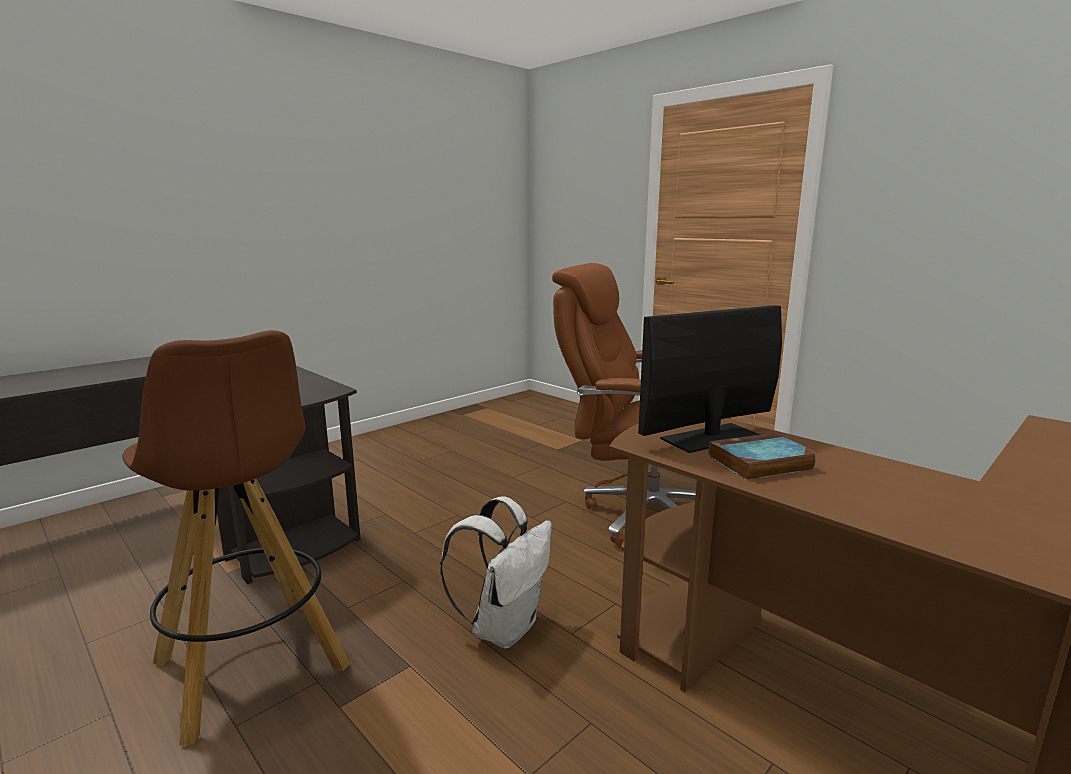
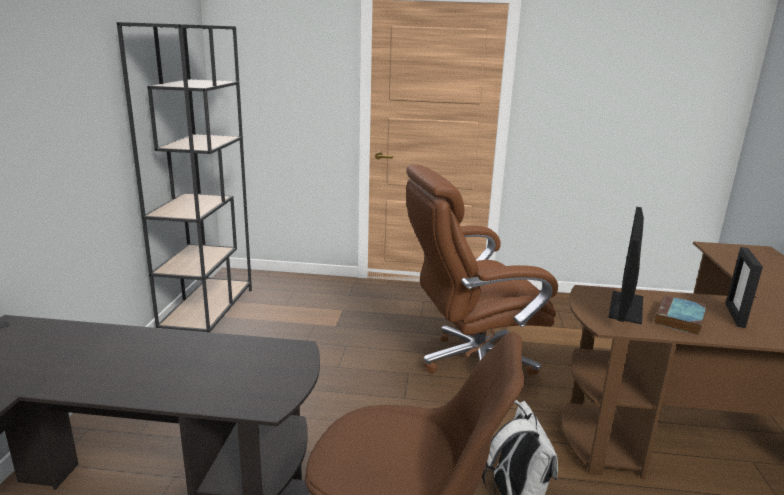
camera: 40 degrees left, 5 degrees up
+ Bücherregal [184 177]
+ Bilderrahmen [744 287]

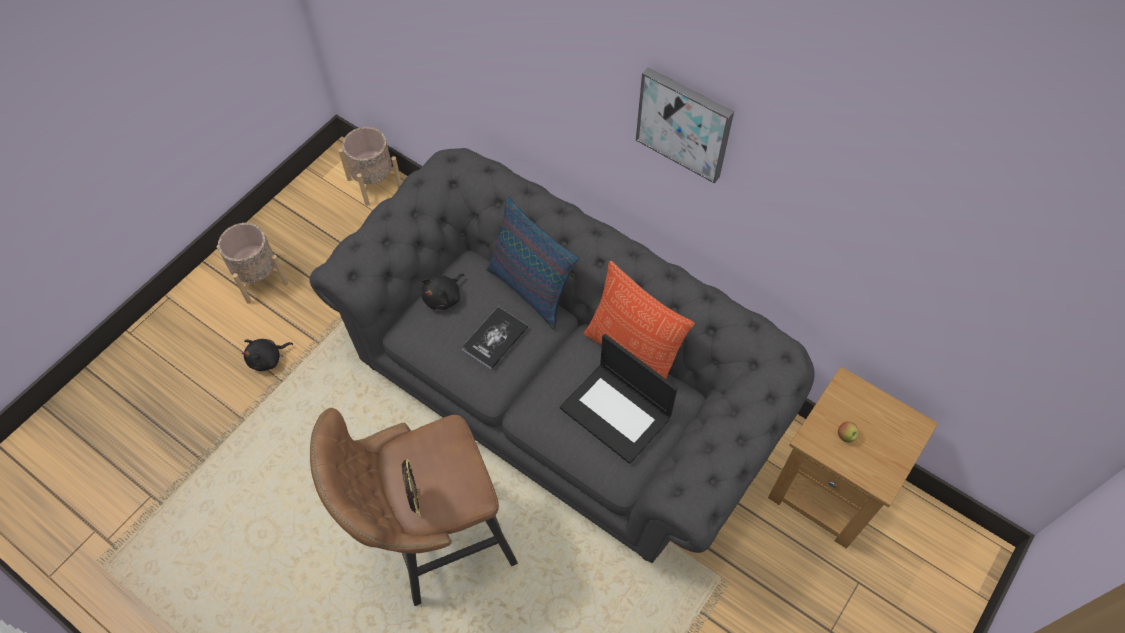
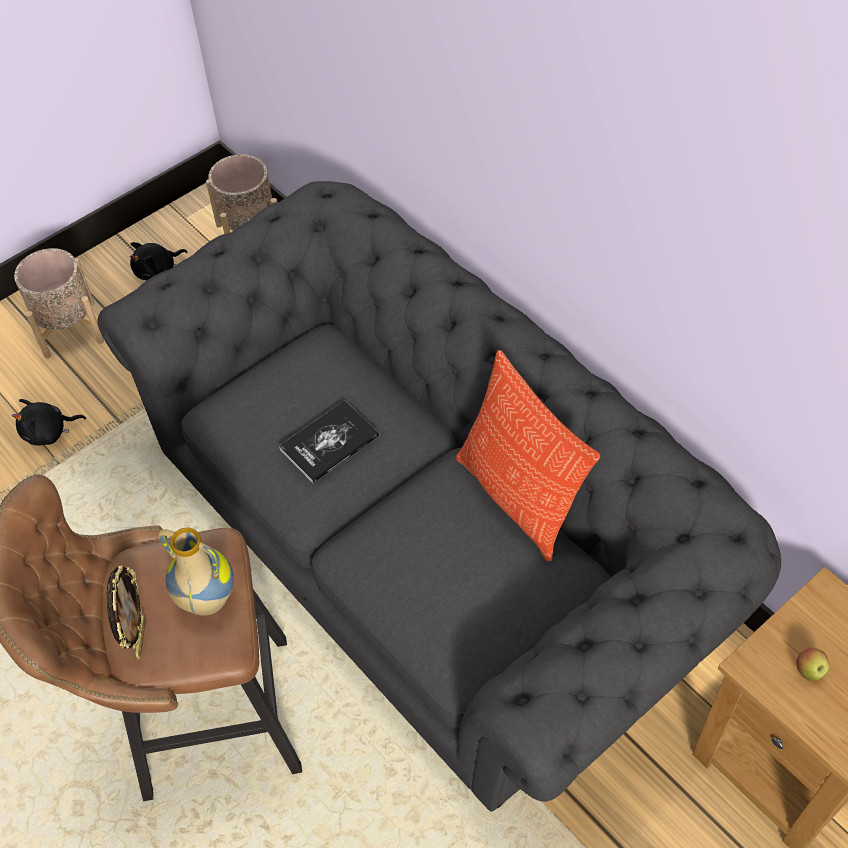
camera: 15 degrees right, 5 degrees down
- Bild [685 125]
- Kissen (blau) [532 262]
~ Plüschtier (schwarz) [442 291] to [158 261]
- Laptop [618 399]
+ Vase [196 572]

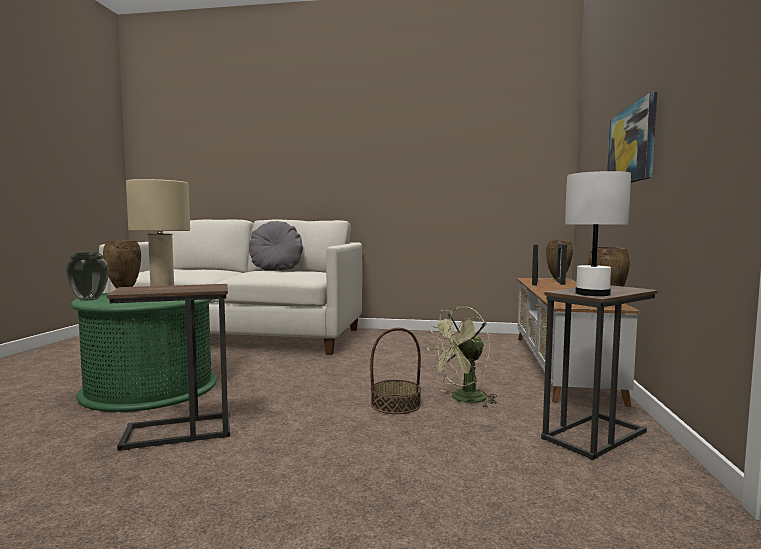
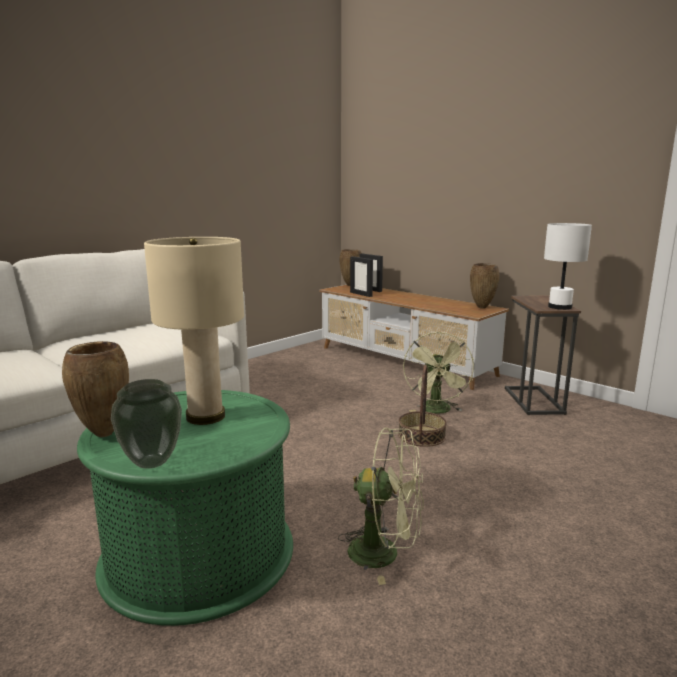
camera: 55 degrees left, 10 degrees up
- Bild [632 137]
- Kissen (grau) [276 246]
~ Beistelltisch (braun) [168 367] to Ventilator (grün) [381 506]

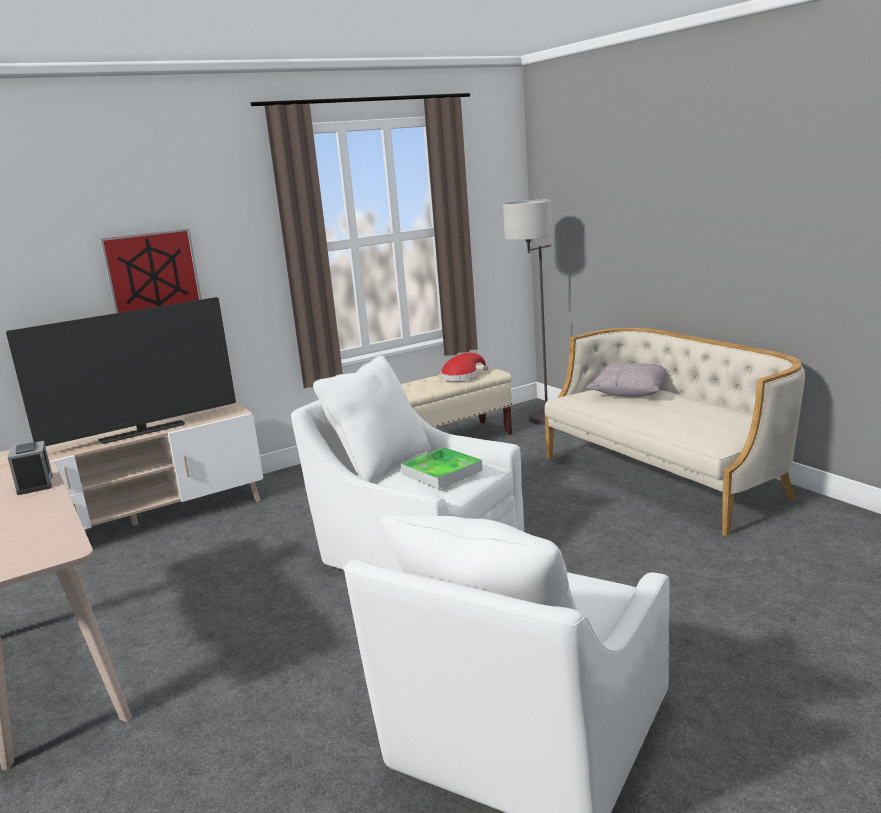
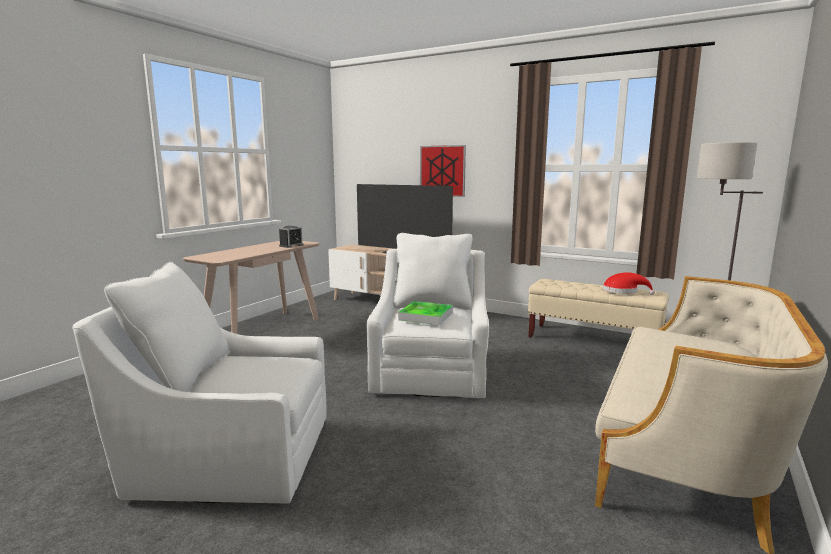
camera: 60 degrees right, 5 degrees down
- Kissen (lila) [627 380]

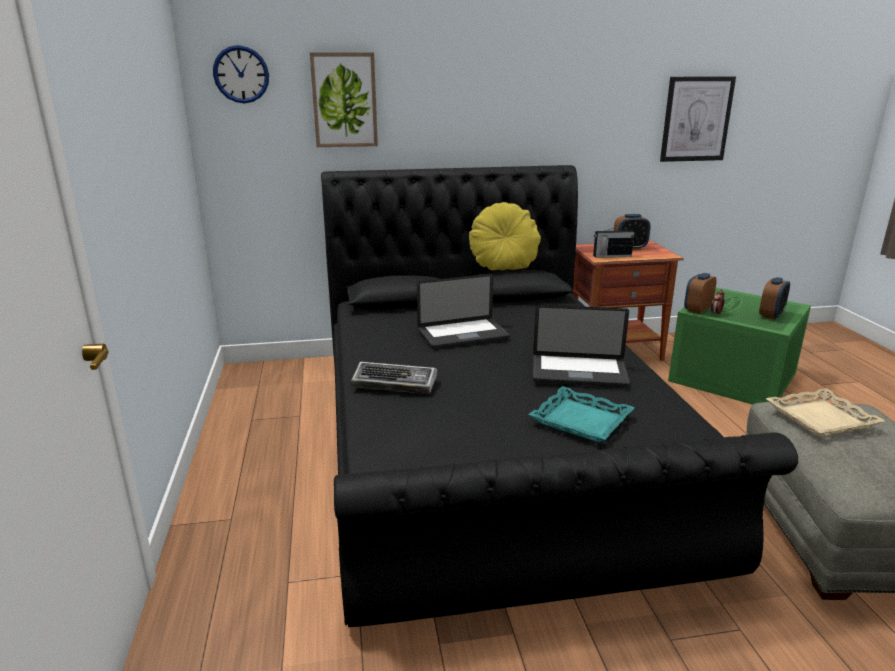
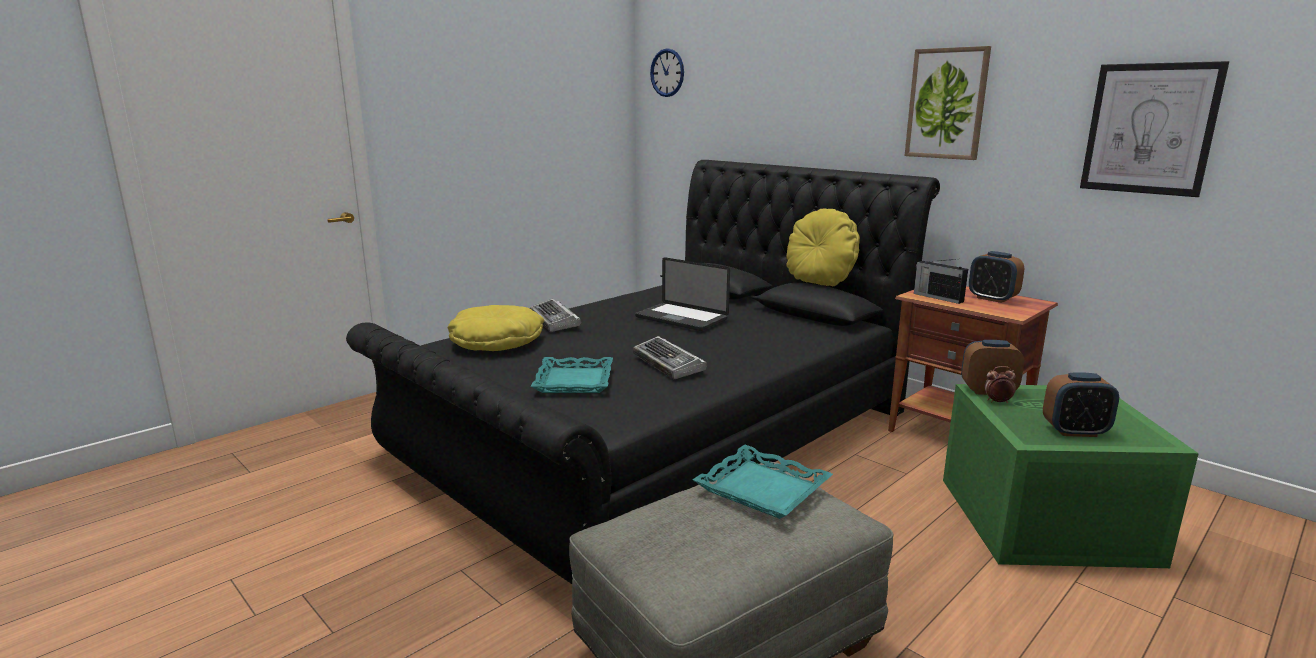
camera: 55 degrees right, 5 degrees down
~ Bild [344 99] to [948 103]
~ Laptop [581 346] to Tastatur [670 357]
~ Tablett (beige) [825 412] to Tablett (türkis) [762 482]
+ Kissen (gelb) [496 328]

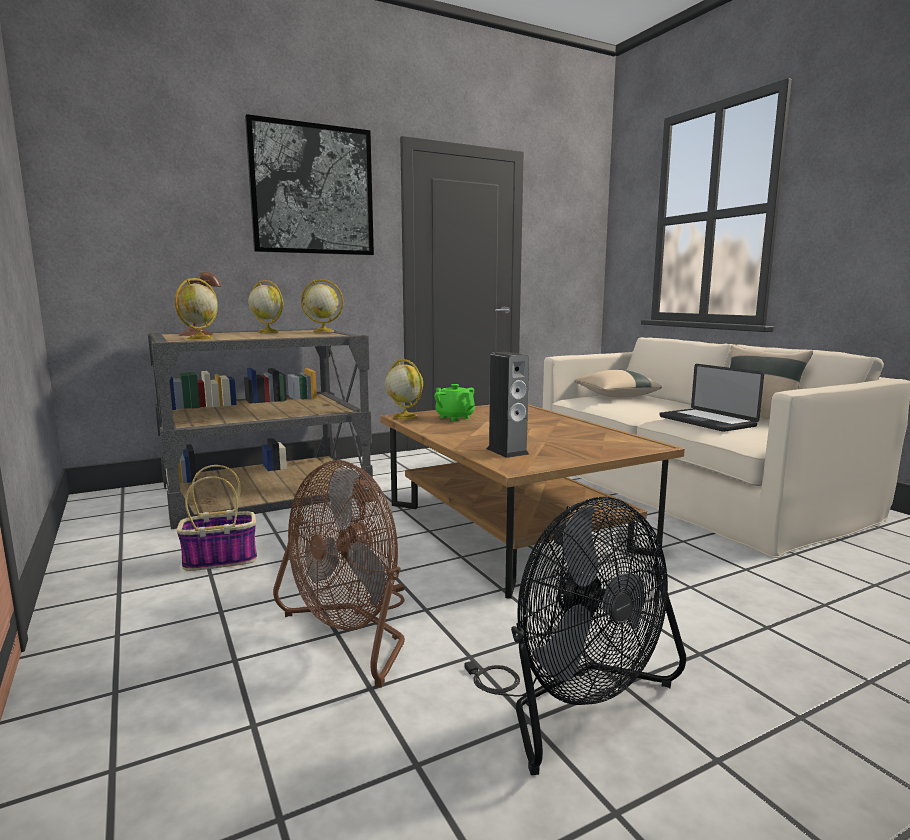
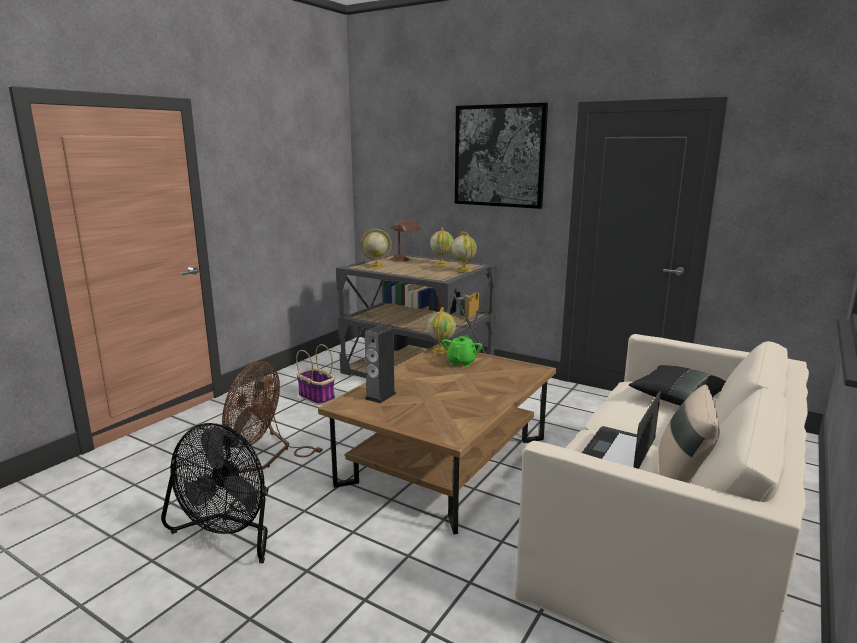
camera: 60 degrees right, 5 degrees up
~ Kissen (beige) [618 384] to Kissen (schwarz) [677 385]

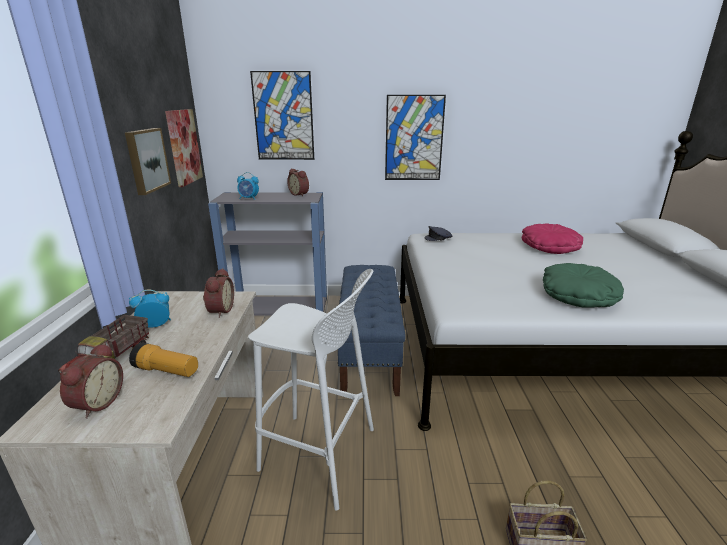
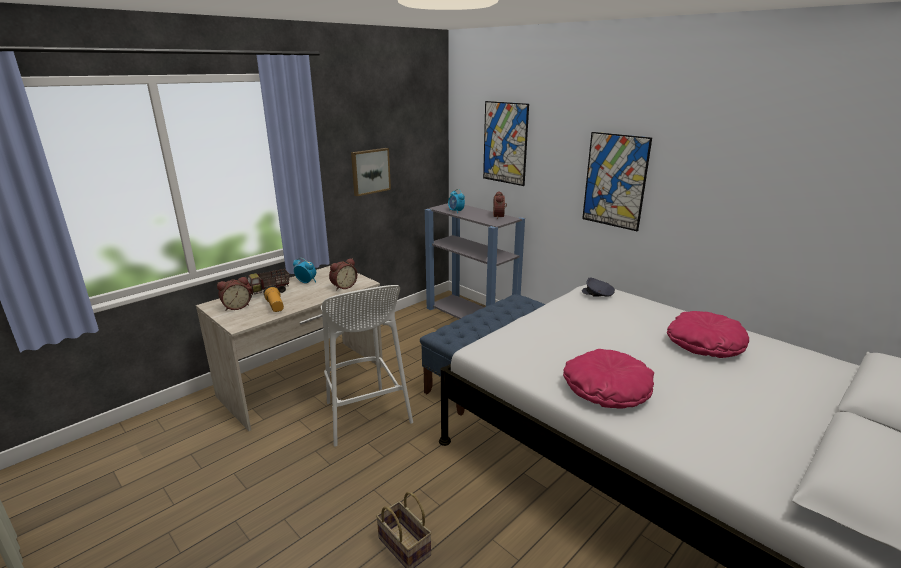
camera: 45 degrees right, 0 degrees up
- Bild [184 148]
~ Kissen (grün) [583 285] to Kissen (rosa) [608 379]

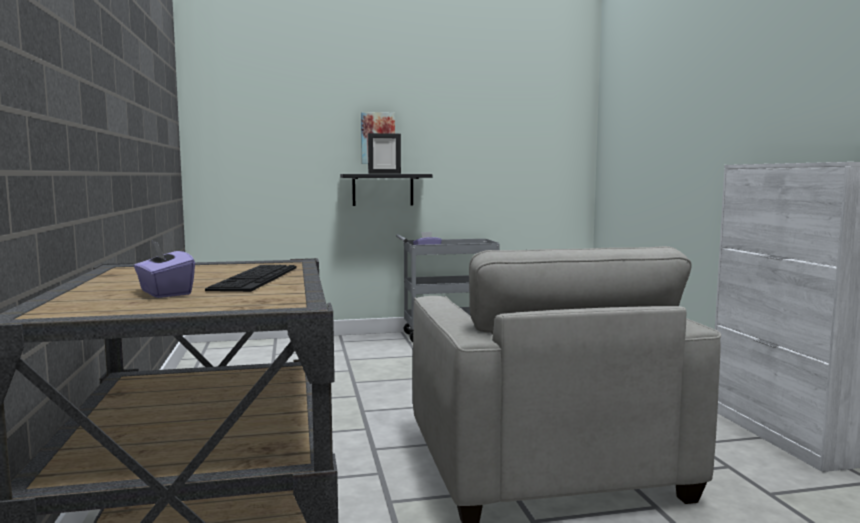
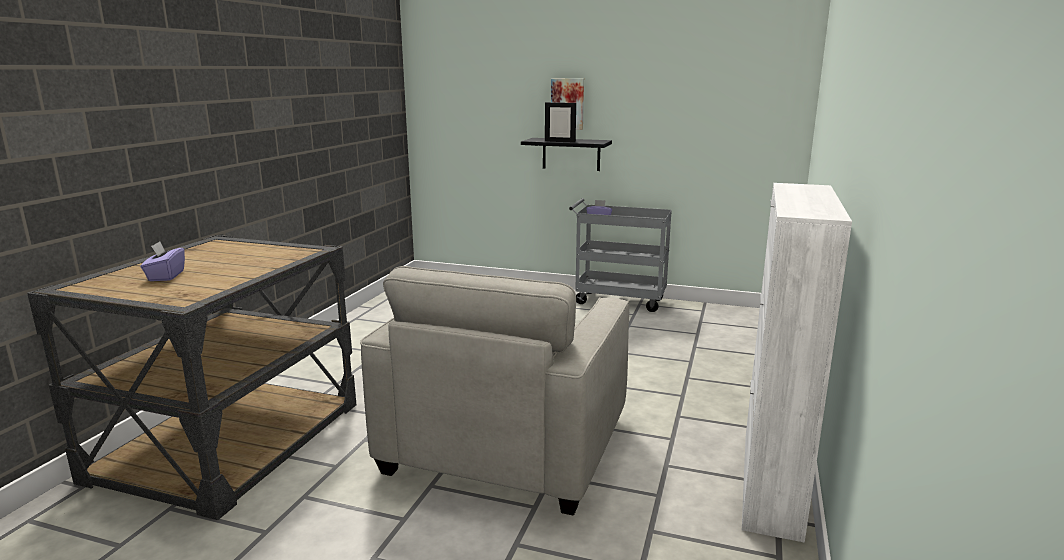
camera: 30 degrees right, 10 degrees up
- Tastatur [251 278]

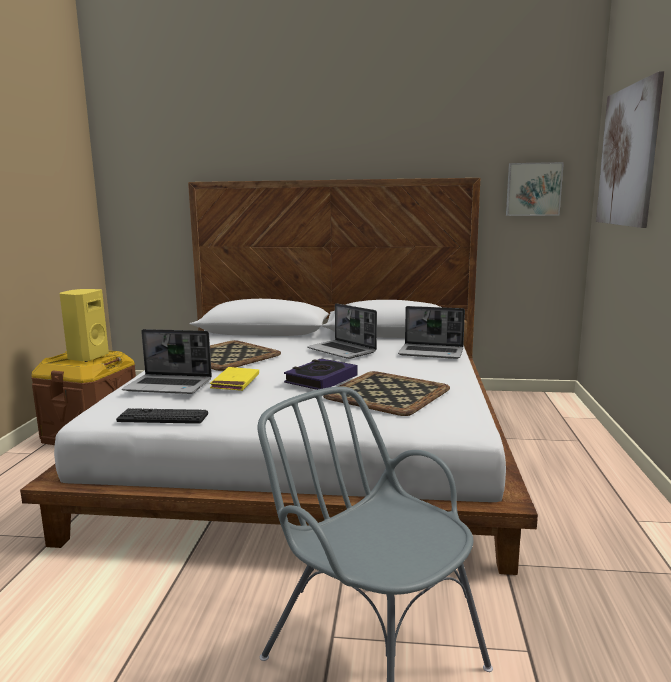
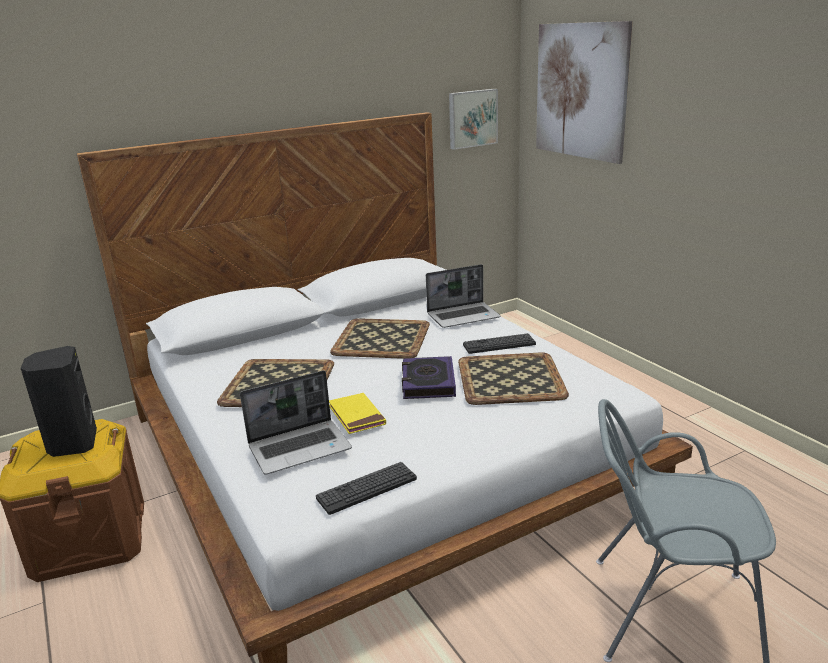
camera: 35 degrees left, 10 degrees up
~ Lautsprecher (gelb) [84 325] to Lautsprecher (schwarz) [59 401]
~ Laptop [342 331] to Tablett [380 338]
+ Tastatur [499 343]

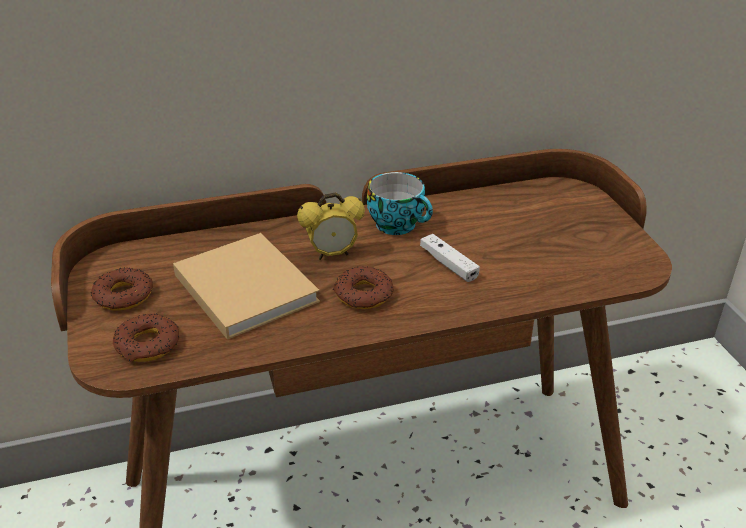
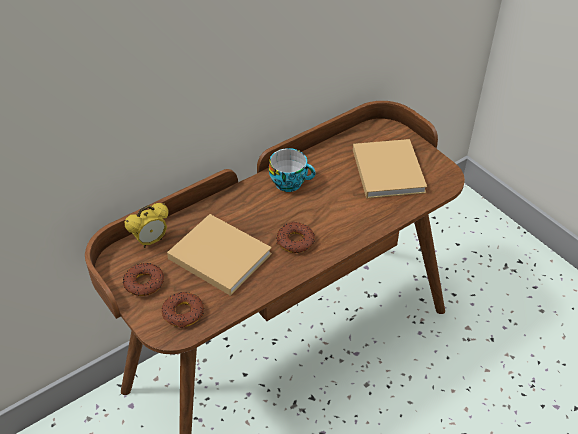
camera: 20 degrees left, 10 degrees up
~ Wecker [331 226] to [147 225]
- Gamepad (weiß) [450 258]
+ Buch (beige) [390 169]

